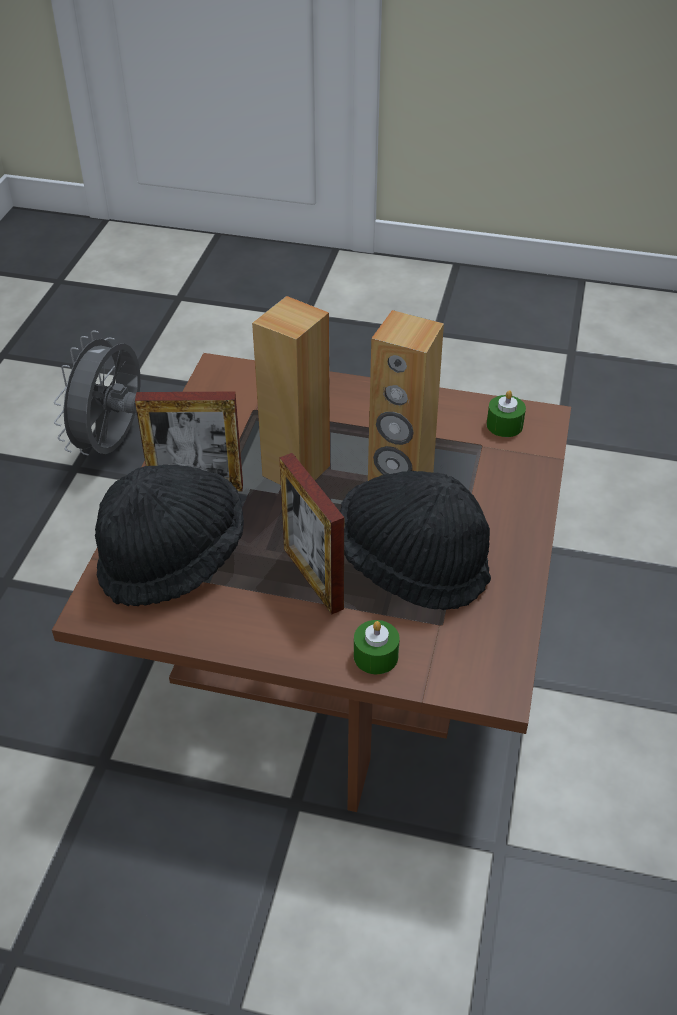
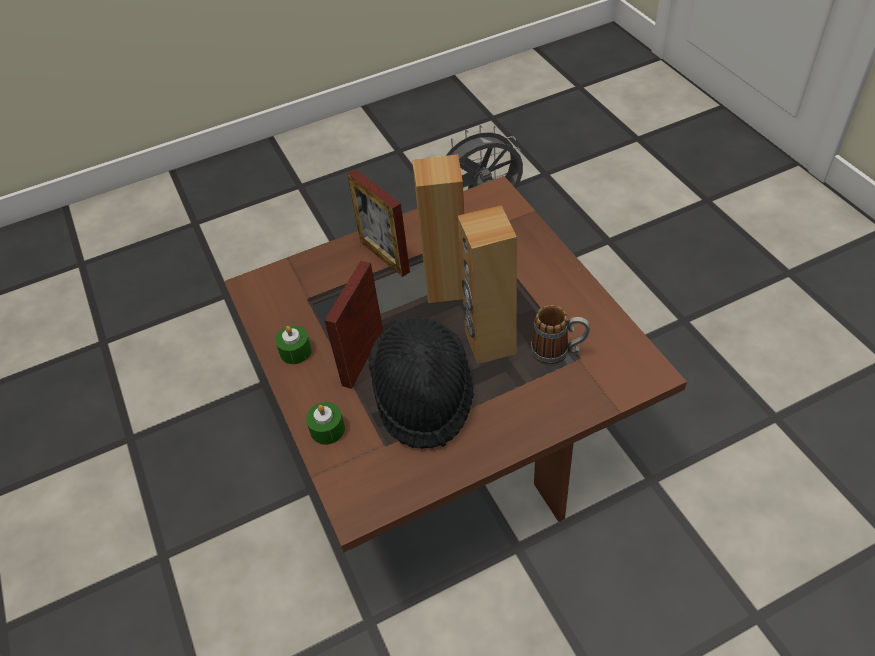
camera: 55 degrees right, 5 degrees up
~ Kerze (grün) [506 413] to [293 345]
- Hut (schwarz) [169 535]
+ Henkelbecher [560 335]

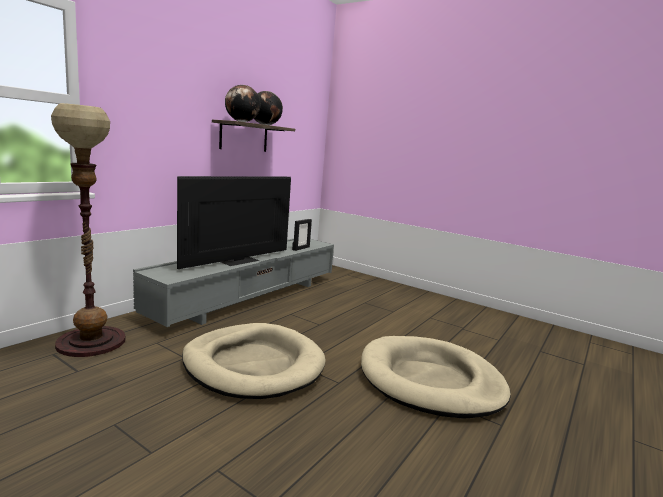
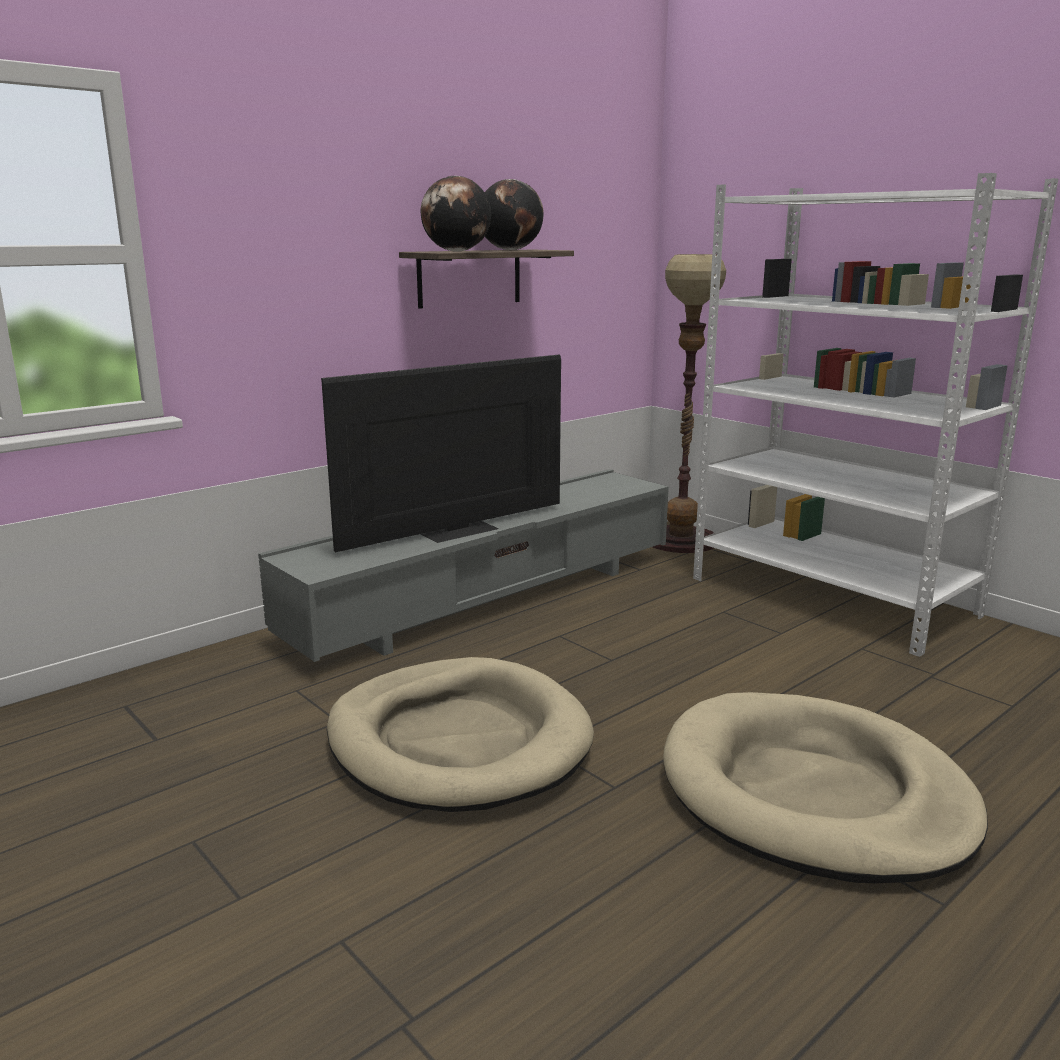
camera: 15 degrees right, 5 degrees up
~ Stehlampe [88 230] to [689 403]
- Bilderrahmen [302 235]
+ Bücherregal (weiß) [875 415]

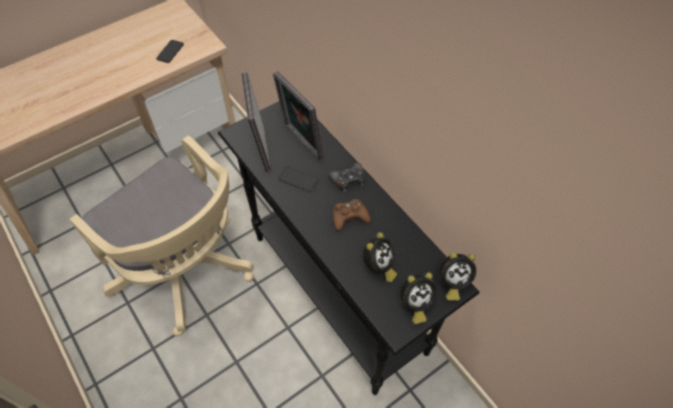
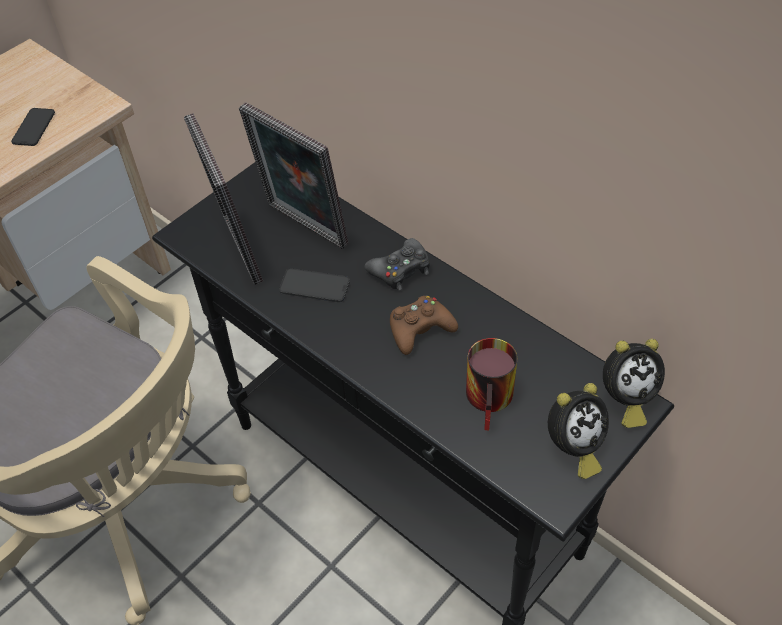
camera: 10 degrees left, 5 degrees down
~ Wecker [380 257] to Henkelbecher [491 384]

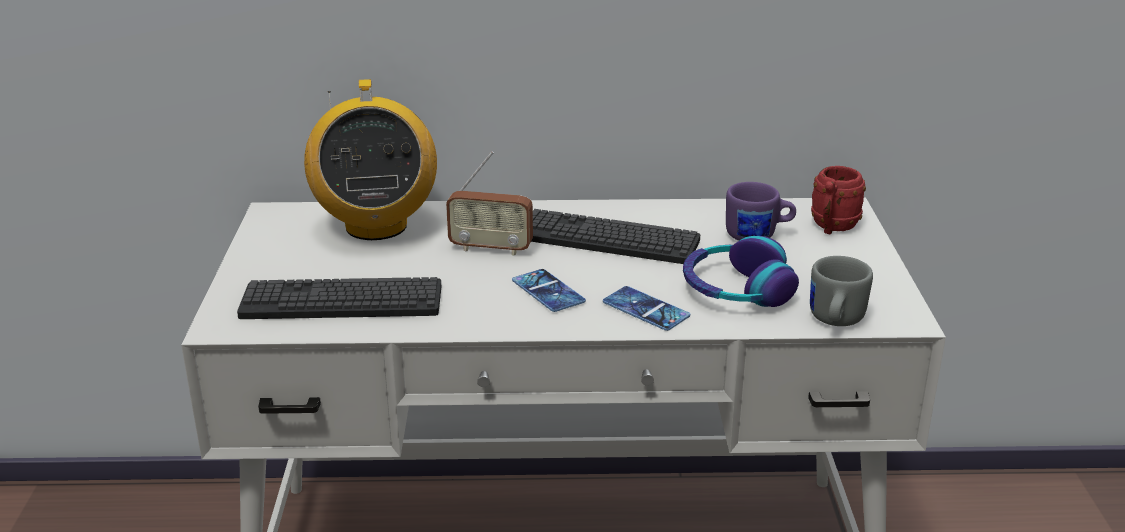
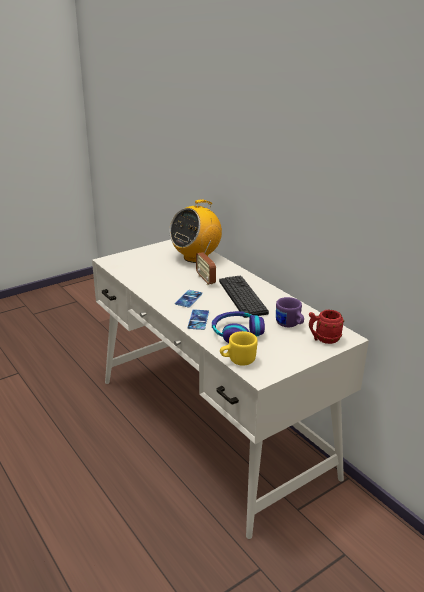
camera: 55 degrees right, 0 degrees up
~ Henkelbecher (grau) [841 291] to Henkelbecher (gelb) [239 348]
- Tastatur [339 298]

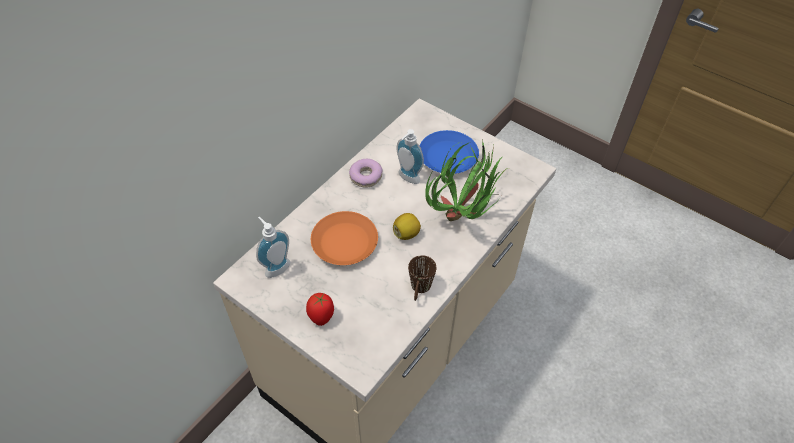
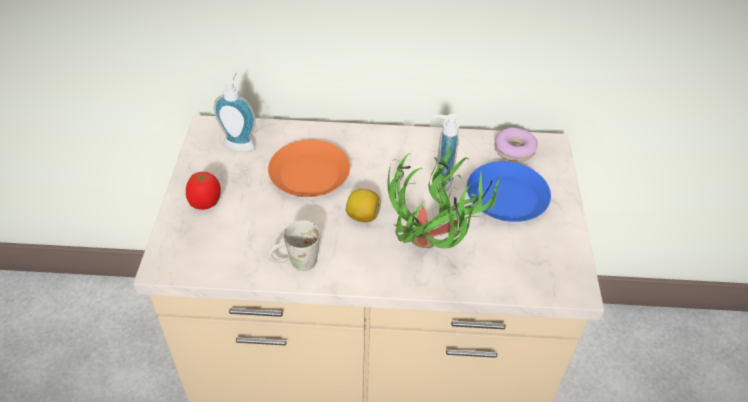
camera: 55 degrees right, 5 degrees down
~ Donut [366 173] to [516 145]
~ Henkelbecher (braun) [422 278] to Henkelbecher (weiß) [293 245]

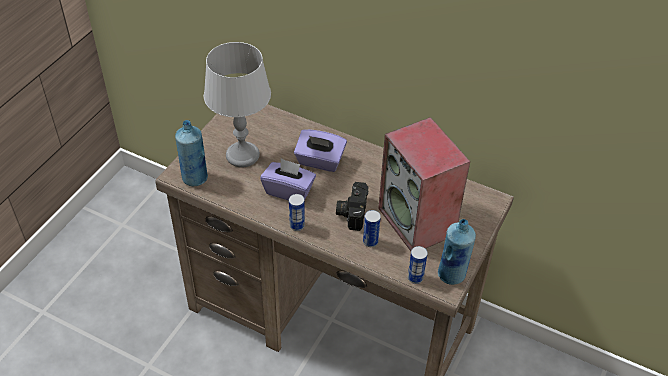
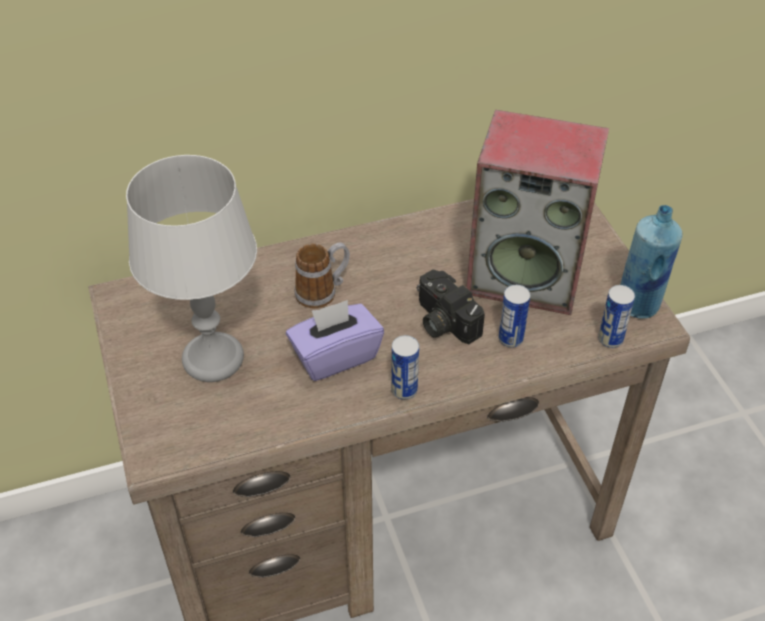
camera: 45 degrees left, 0 degrees up
- Flasche (blau) [191 153]
~ Taschentuchbox (lila) [320 150] to Henkelbecher [322 275]

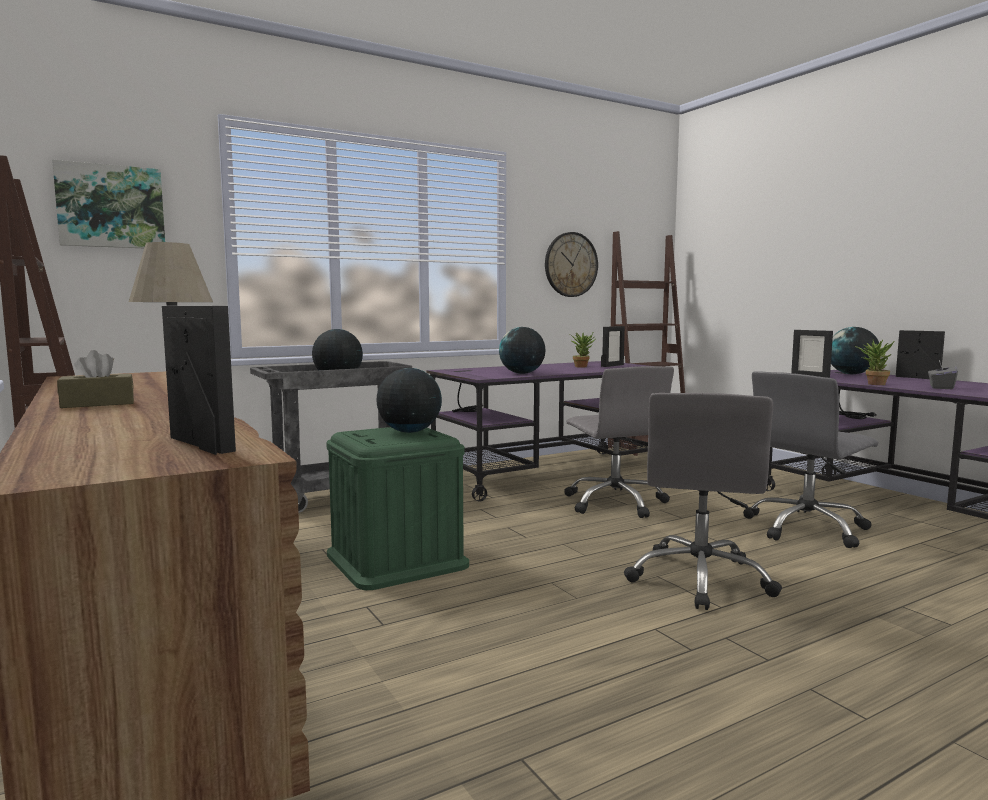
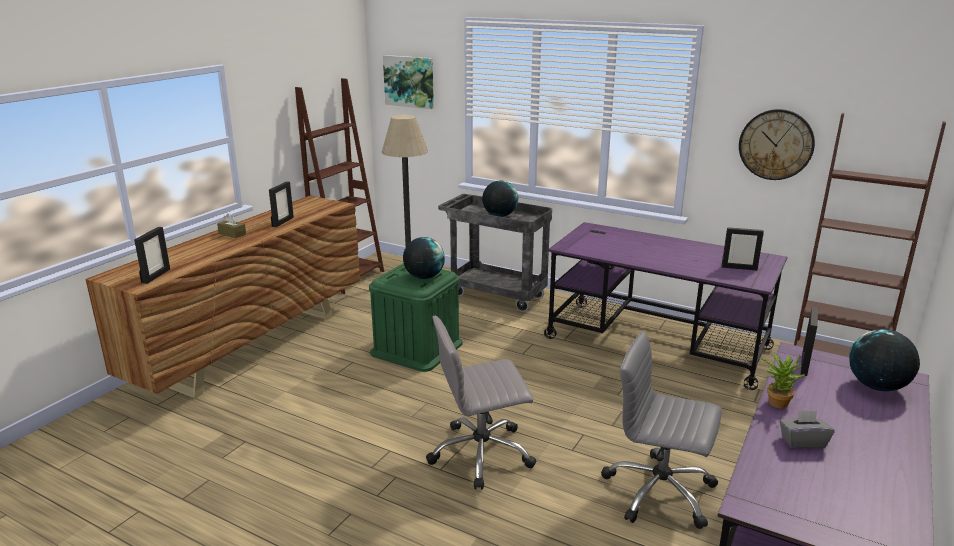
camera: 60 degrees right, 15 degrees up
- Globus [522 350]
~ Bilderrahmen [920 354] to [281 204]
- Topfpflanze [582 350]
- Bürostuhl (grau) [619 442]

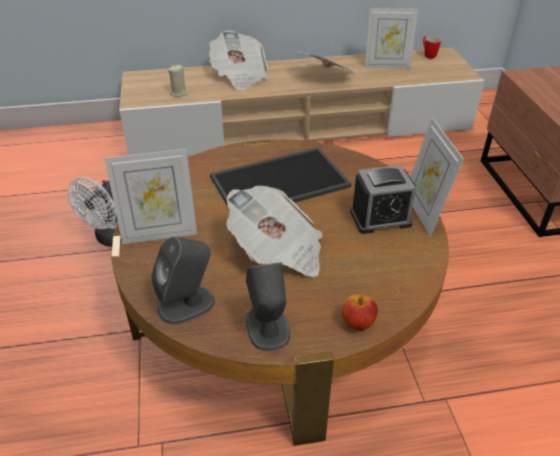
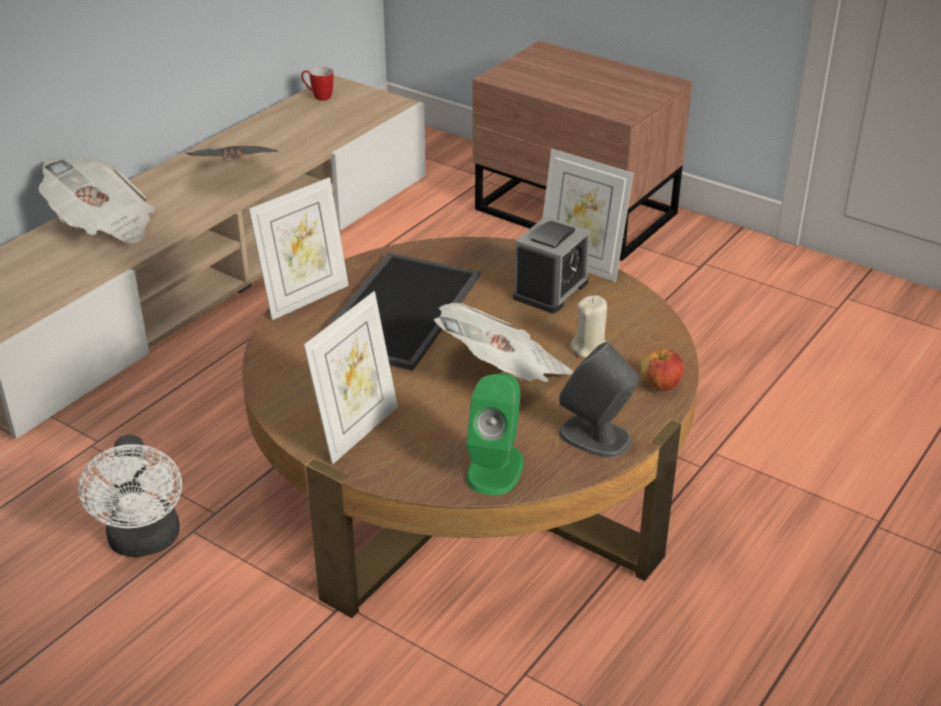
camera: 45 degrees left, 5 degrees down
~ Bilderrahmen [391 38] to [299 248]
~ Kerze (beige) [178 81] to [589 326]
~ Lautsprecher (grau) [183 280] to Lautsprecher (grün) [495 434]

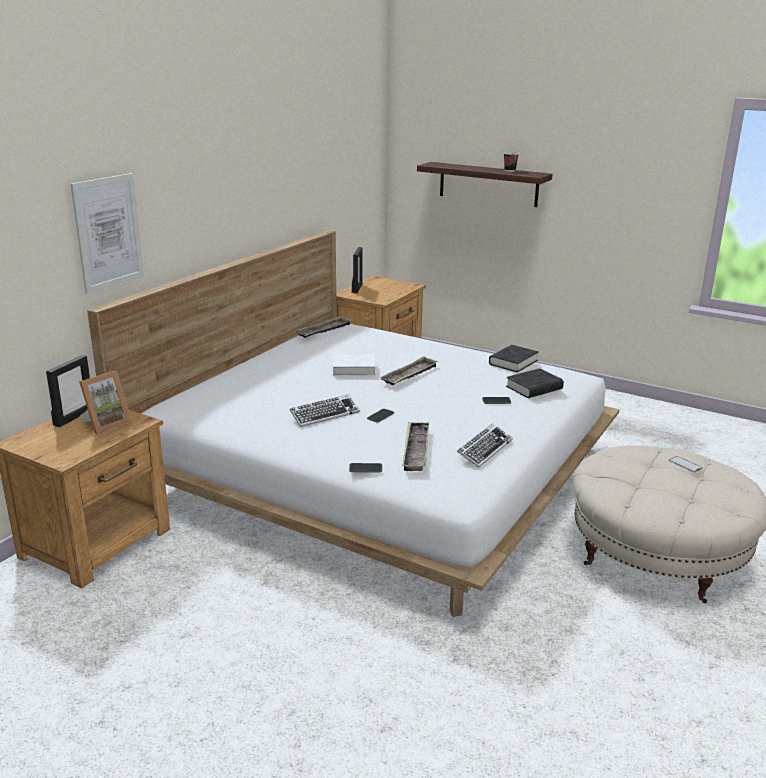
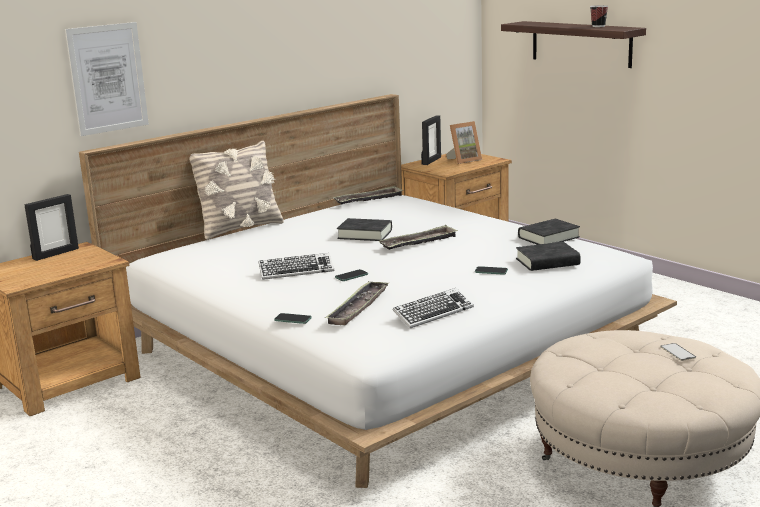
camera: 20 degrees right, 5 degrees down
~ Buch (weiß) [354 365] to Buch (schwarz) [364 229]
~ Bilderrahmen [105 402] to [464 142]
+ Kissen (beige) [237 190]

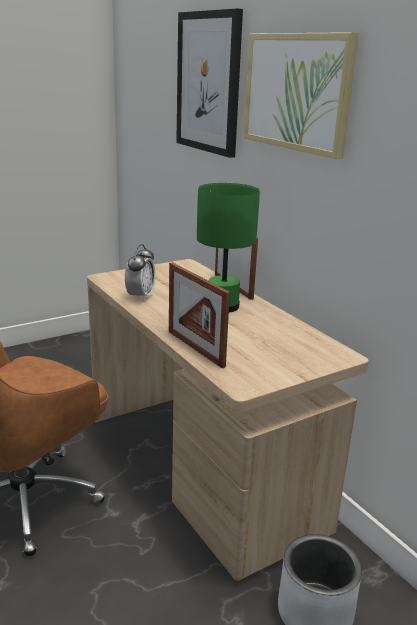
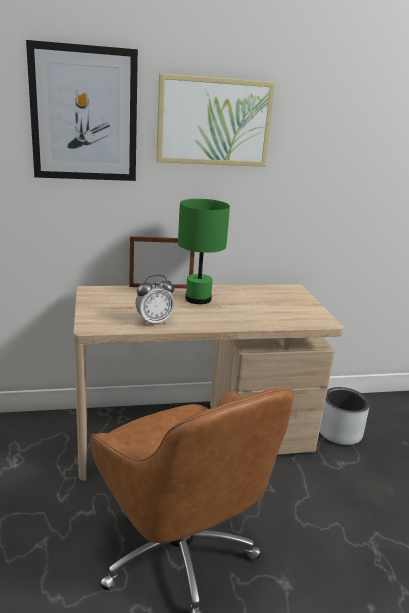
camera: 70 degrees left, 0 degrees up
~ Wecker [140 272] = [155 300] 120 degrees clockwise
- Bilderrahmen [199 315]

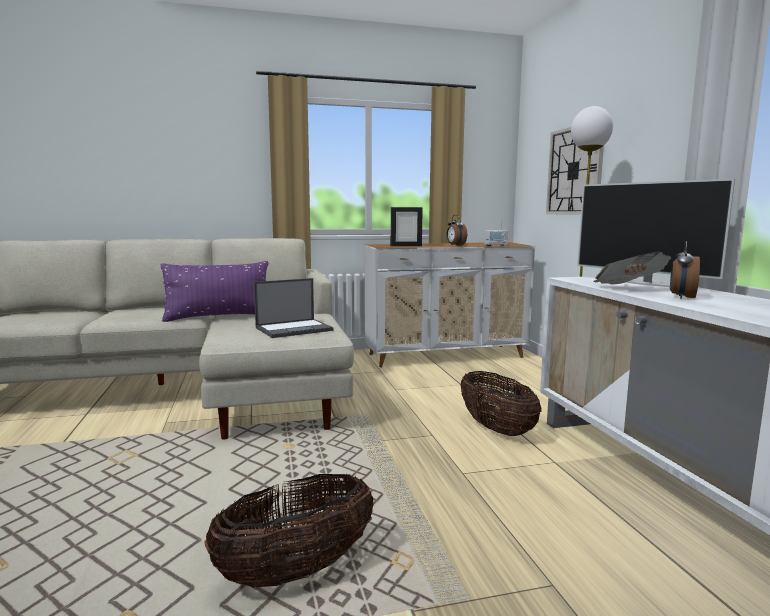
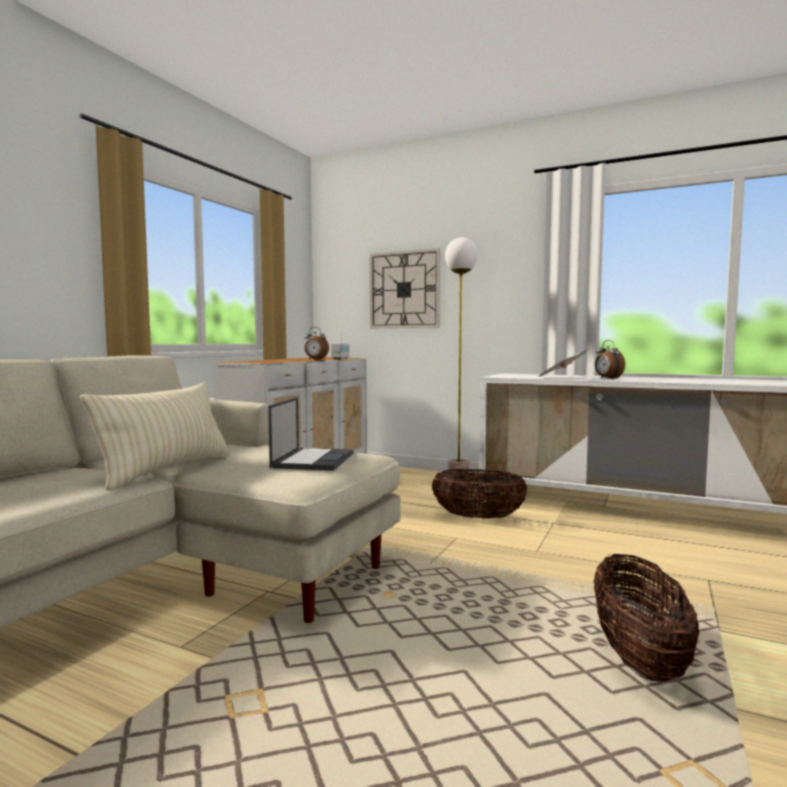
camera: 50 degrees left, 5 degrees down
- Fernseher [656 232]
- Bilderrahmen [406 226]
~ Kissen (lila) [214 291] to Kissen (beige) [154 436]

